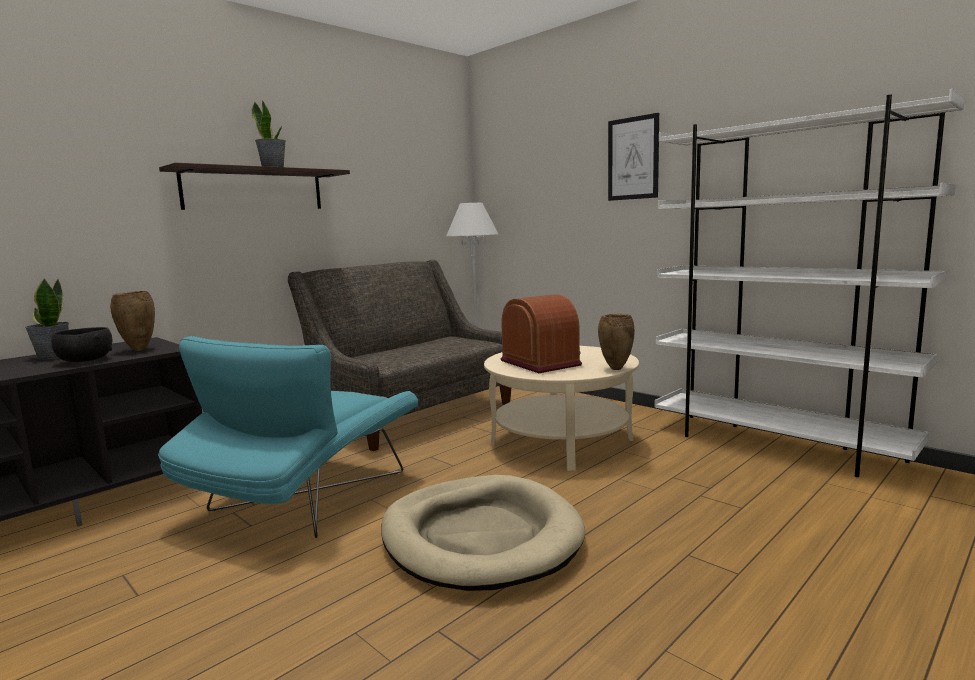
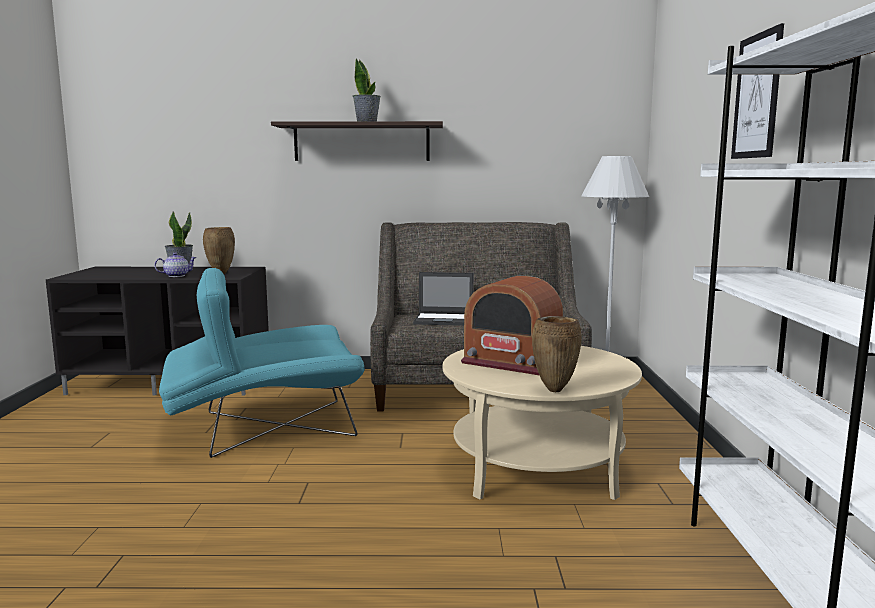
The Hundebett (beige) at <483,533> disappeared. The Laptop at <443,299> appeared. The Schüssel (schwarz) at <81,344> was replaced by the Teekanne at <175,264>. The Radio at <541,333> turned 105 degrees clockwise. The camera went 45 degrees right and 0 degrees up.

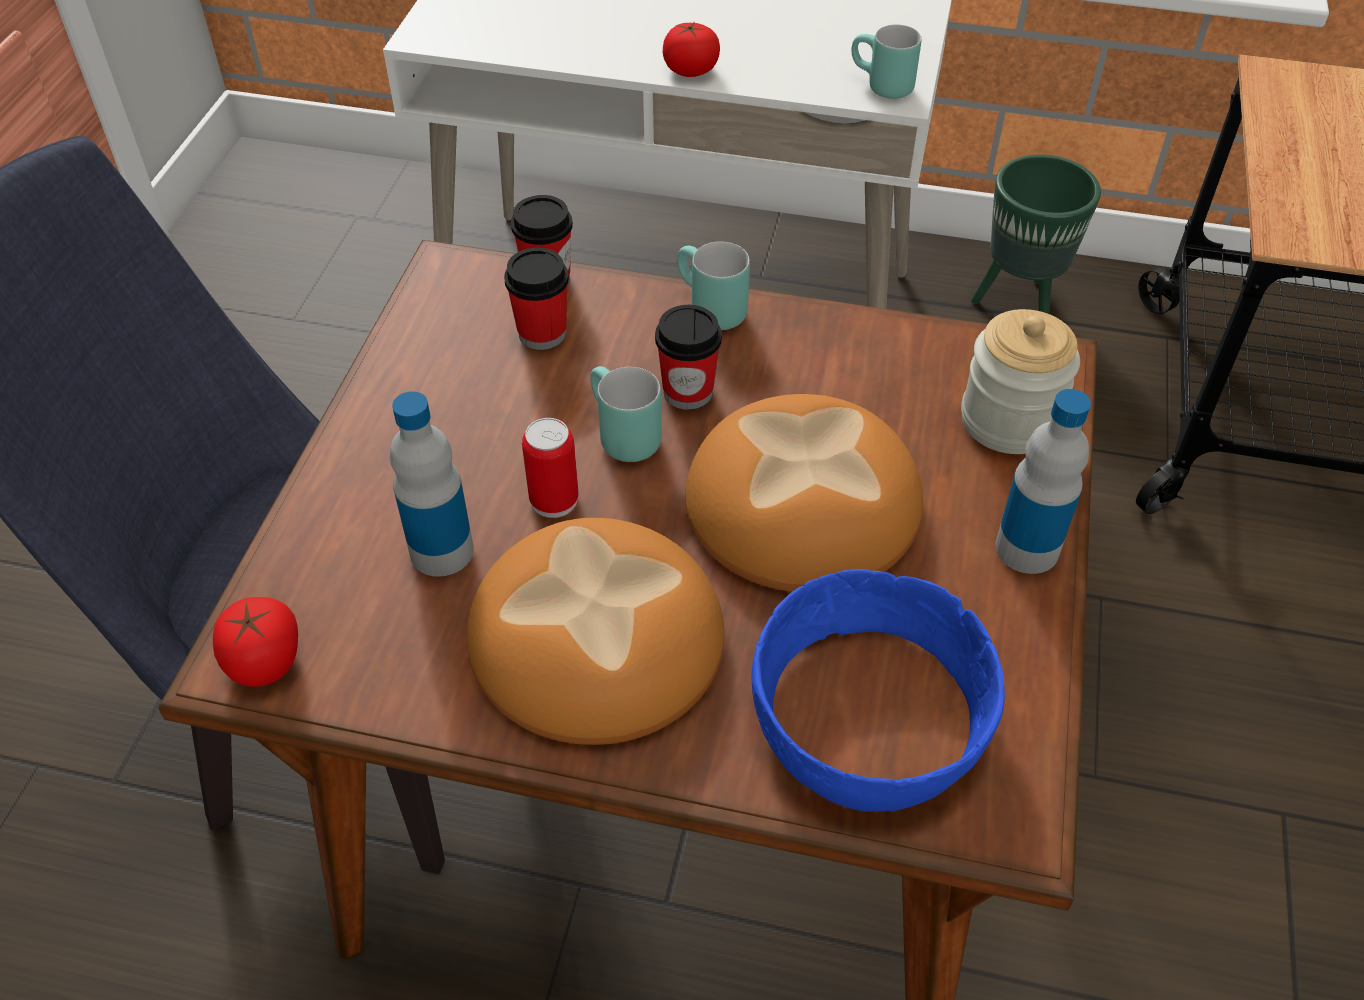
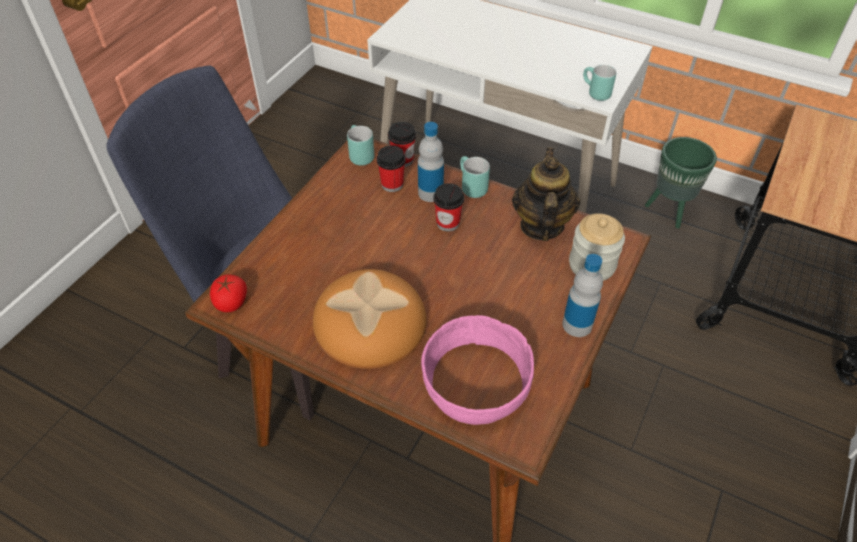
The Dose at <550,468> disappeared. The Tomate at <691,49> disappeared. The Brot at <804,493> disappeared. The Teekanne at <546,194> appeared. The Flasche moved from <432,484> to <431,162>. The Henkelbecher (türkis) moved from <626,414> to <360,145>. The Schüssel (blau) at <878,690> became the Schüssel (rosa) at <477,370>. The camera went 15 degrees right and 0 degrees up.

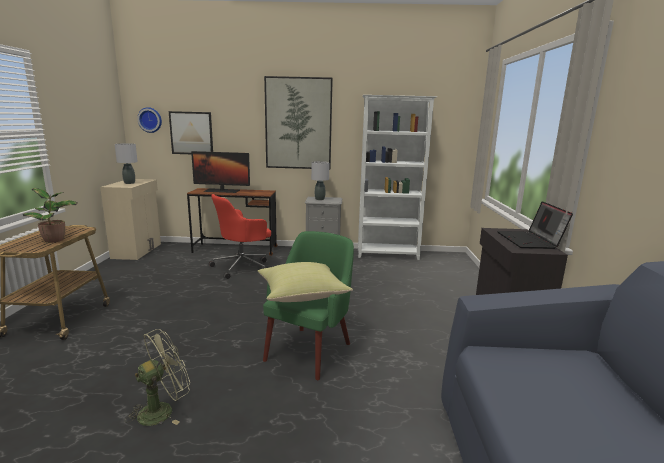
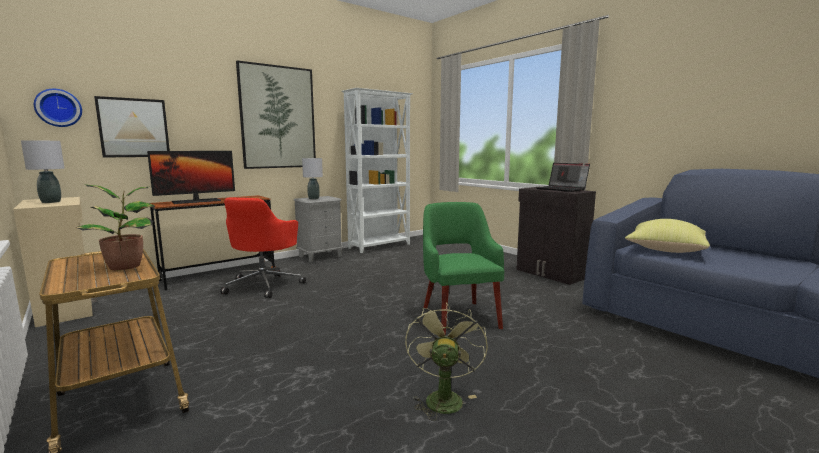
The Kissen (gelb) moved from <305,282> to <667,236>. The camera went 40 degrees left and 5 degrees down.

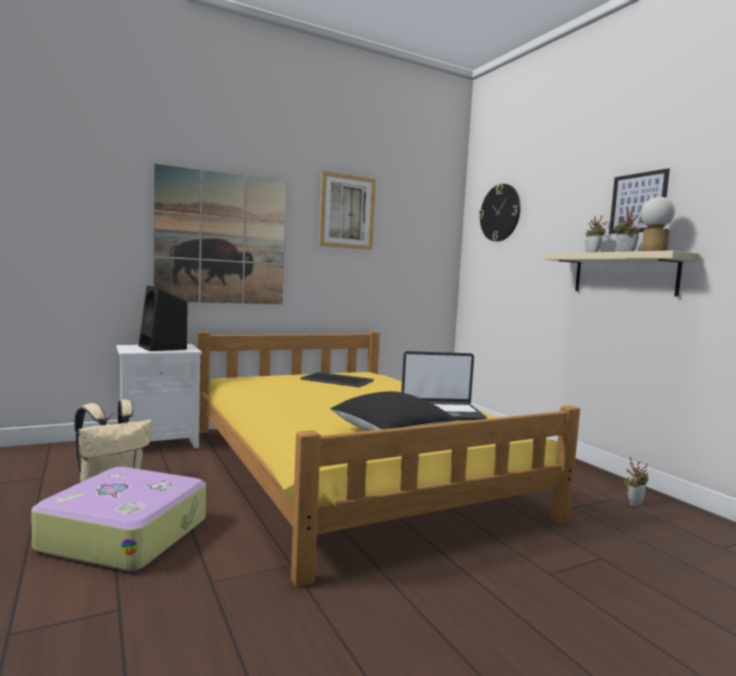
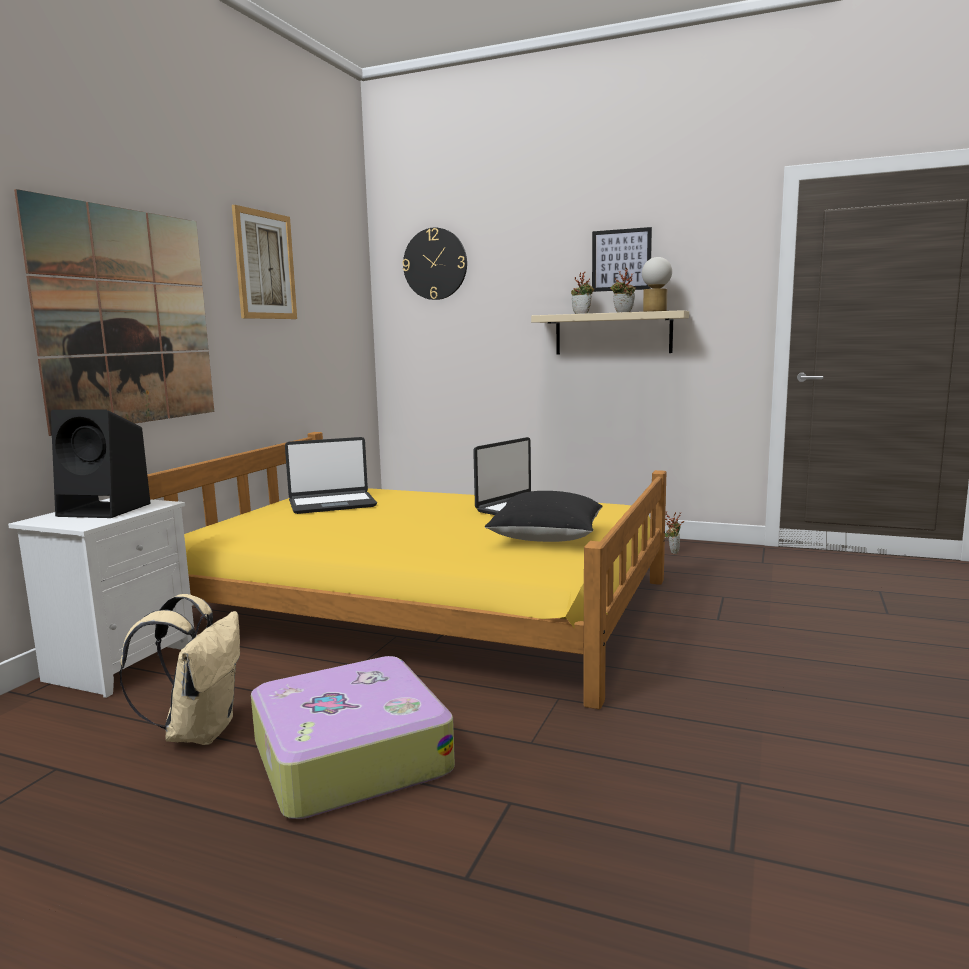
The Tablett at <337,379> was replaced by the Laptop at <331,475>. The camera went 40 degrees left and 5 degrees up.

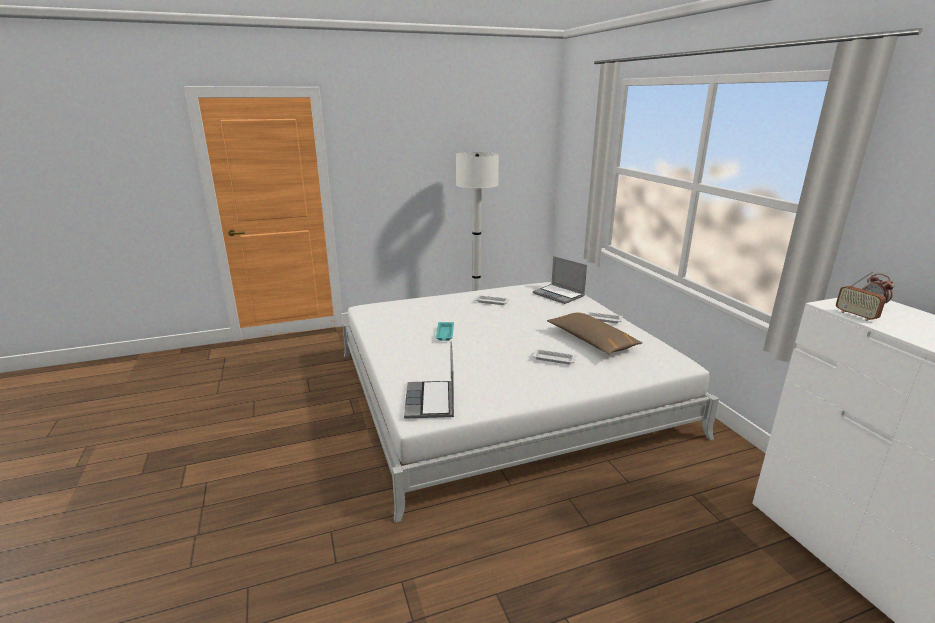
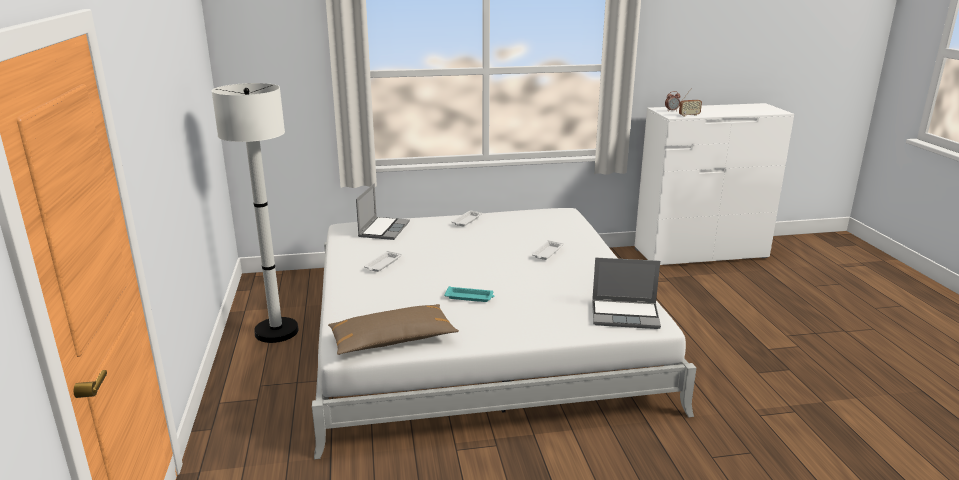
The Kissen (braun) moved from <595,333> to <393,329>. The Laptop at <560,280> turned 45 degrees counterclockwise. The camera went 80 degrees left and 0 degrees up.

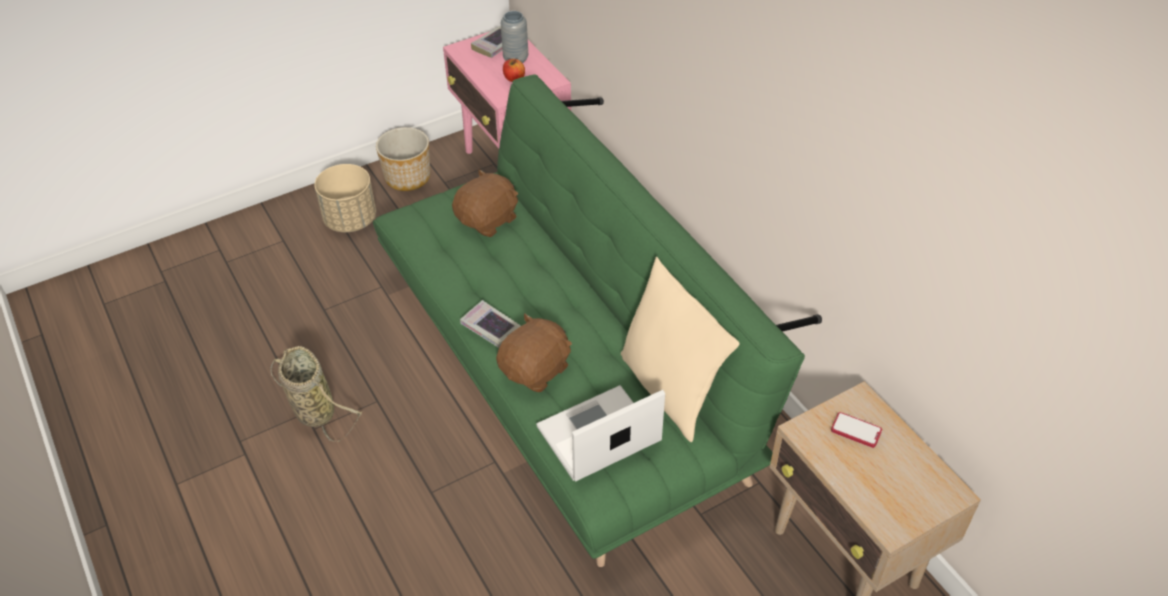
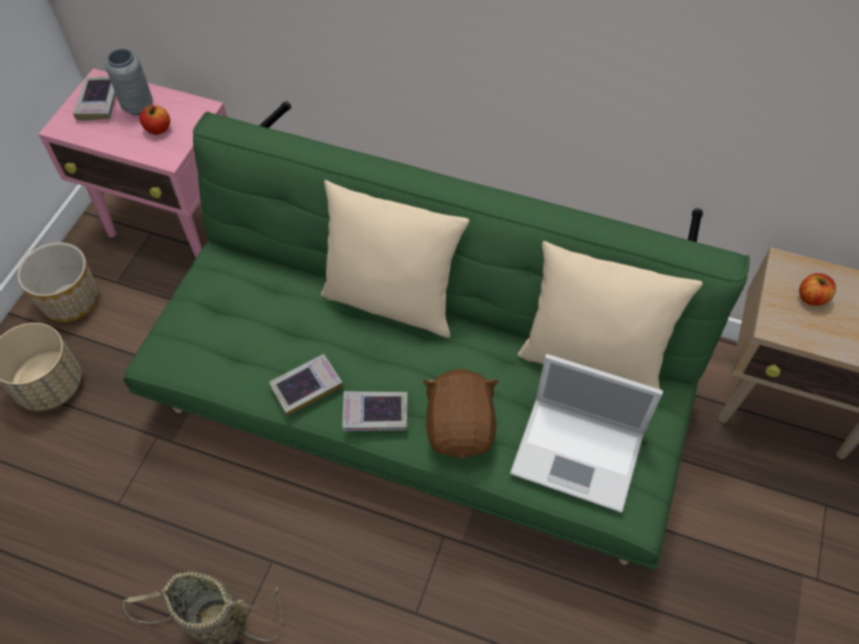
The Plüschtier (braun) at <485,203> disappeared. The Buch at <306,385> appeared. The Kissen (beige) at <395,259> appeared. The Handy at <856,430> was replaced by the Apfel at <817,289>. The Laptop at <600,433> turned 90 degrees counterclockwise. The camera went 40 degrees left and 10 degrees up.

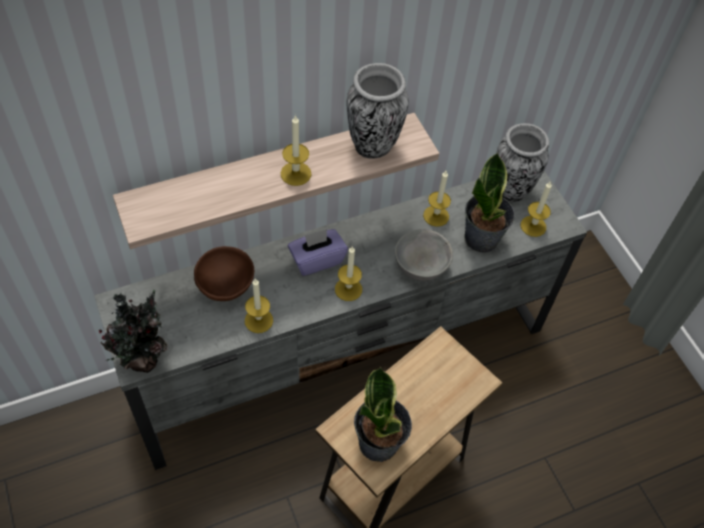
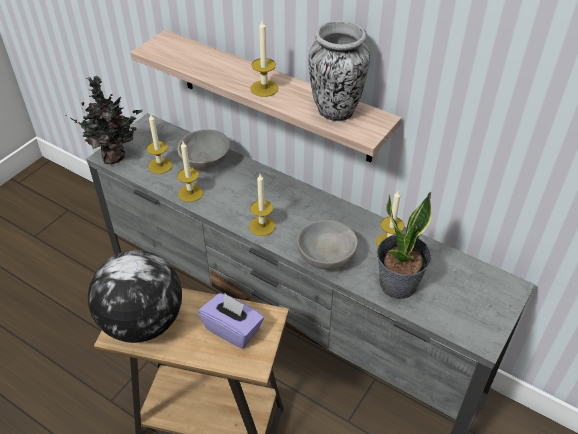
The Vase at <523,162> disappeared. The Taschentuchbox (lila) moved from <318,252> to <231,321>. The Kerze moved from <536,209> to <159,143>. The Topfpflanze at <383,414> was replaced by the Globus at <135,296>. The Schüssel (braun) at <224,273> became the Schüssel (grau) at <203,150>. The camera went 60 degrees right and 10 degrees down.

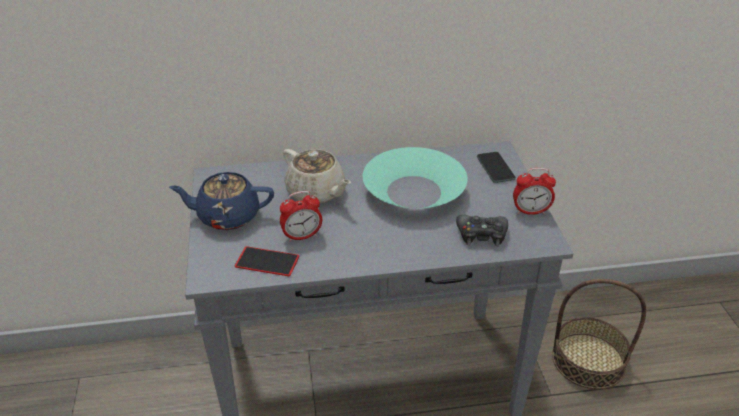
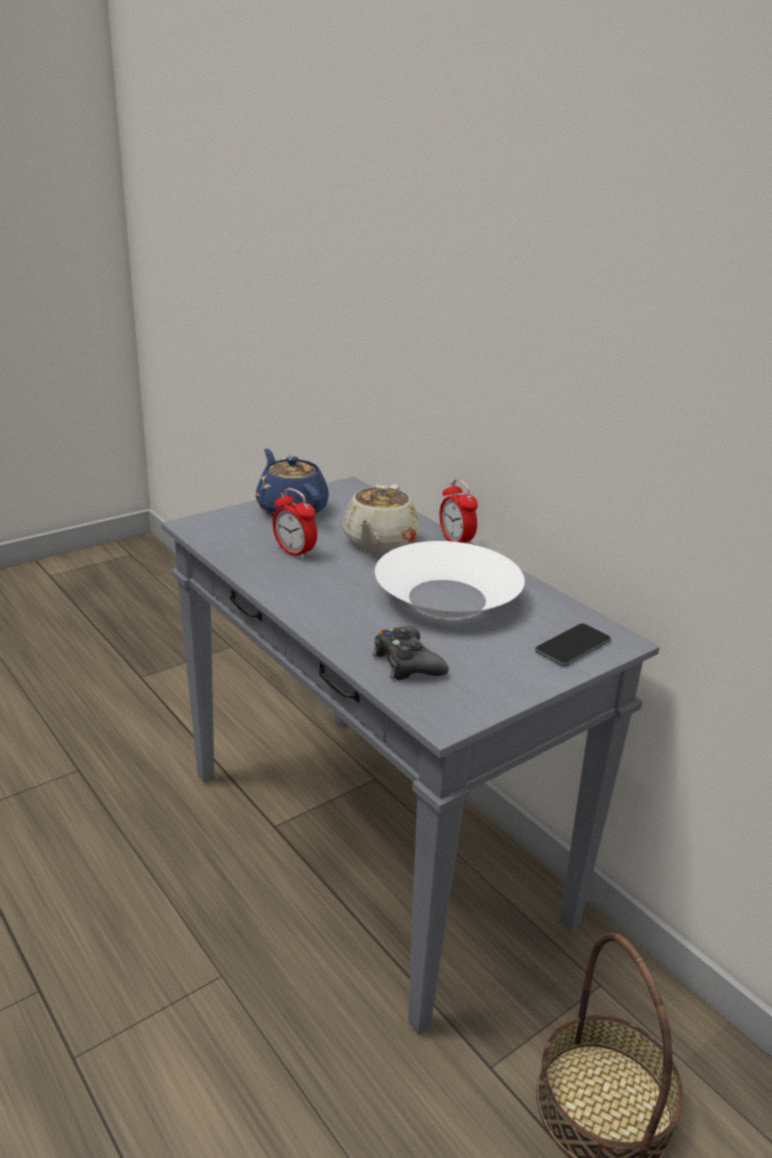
The Handy at <267,261> disappeared. The Wecker moved from <534,191> to <458,511>. The Schüssel (türkis) at <415,177> became the Schüssel (weiß) at <450,579>. The camera went 60 degrees right and 10 degrees down.

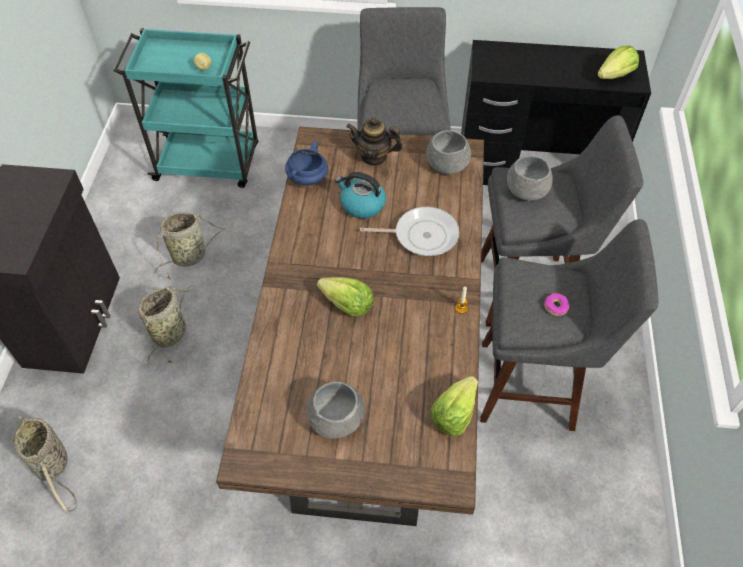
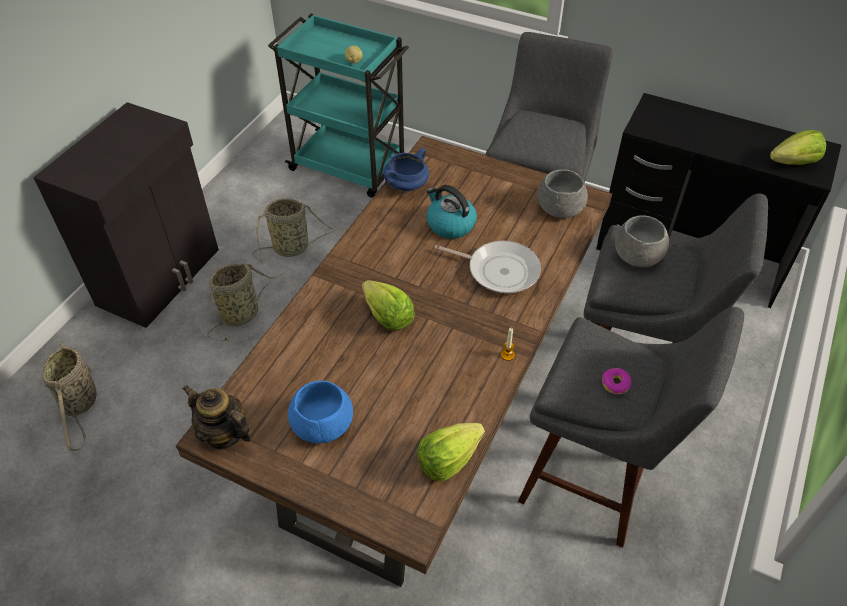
The Teekanne moved from <374,141> to <217,417>. The Schüssel (grau) at <336,410> became the Schüssel (blau) at <320,412>. The camera went 20 degrees right and 5 degrees down.

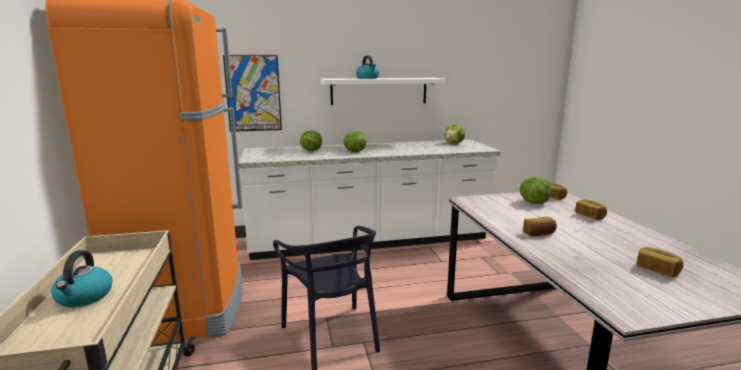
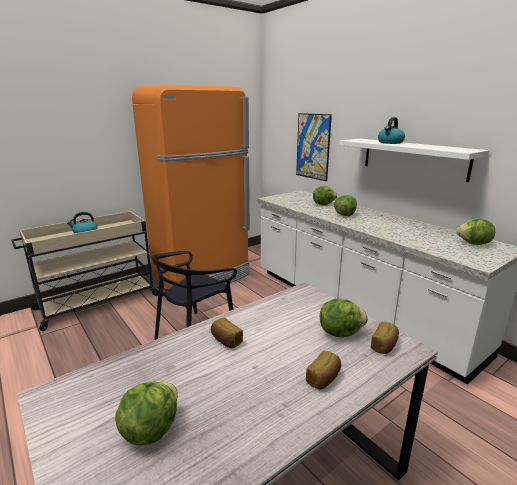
The Brot at <660,262> was replaced by the Salatkopf at <146,413>. The camera went 65 degrees right and 5 degrees up.

